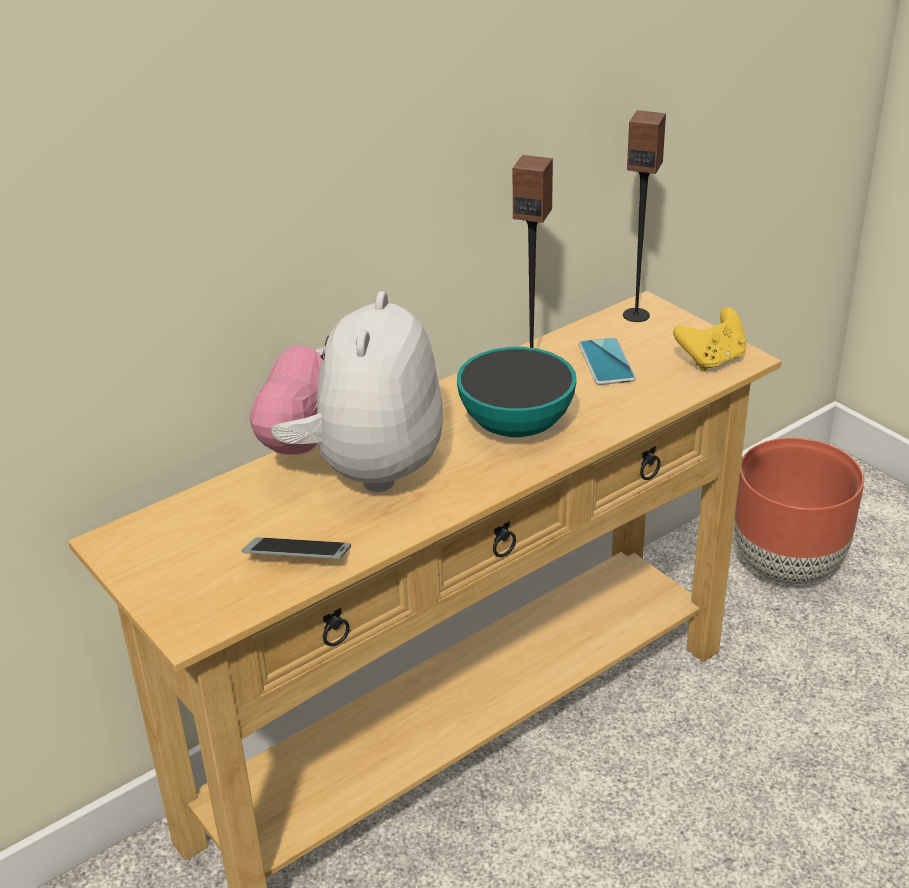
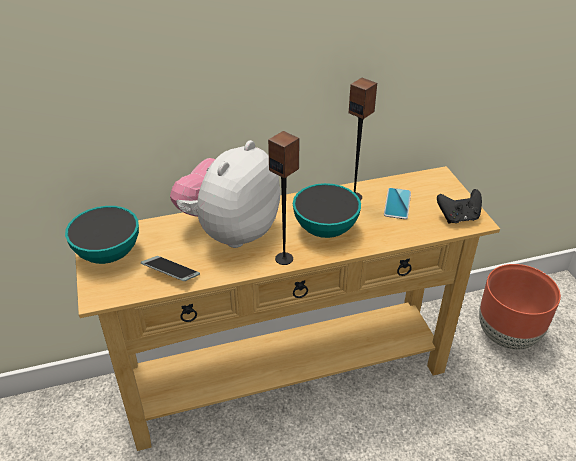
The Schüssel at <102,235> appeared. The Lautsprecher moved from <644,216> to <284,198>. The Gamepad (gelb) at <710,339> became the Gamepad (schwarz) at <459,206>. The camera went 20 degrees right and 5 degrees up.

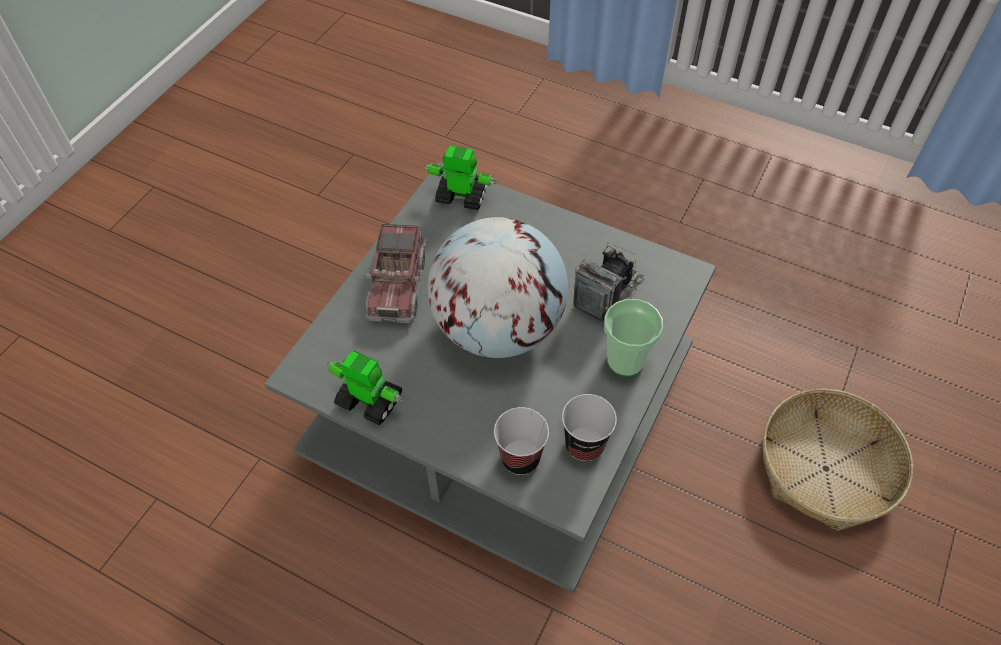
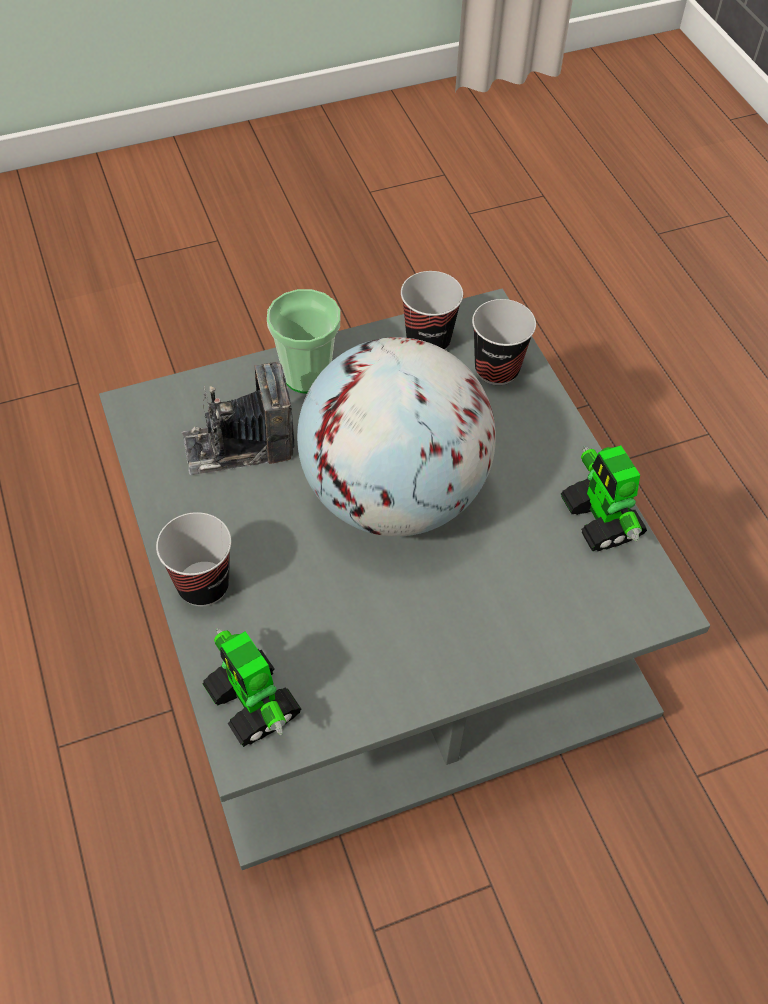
The Spielzeuglaster at <395,273> disappeared. The Korb at <837,459> disappeared. The Tasse at <193,559> appeared. The camera went 140 degrees left and 0 degrees up.

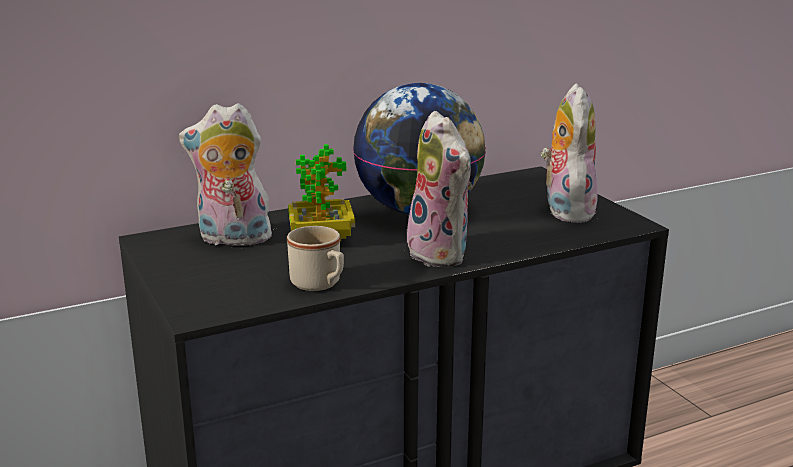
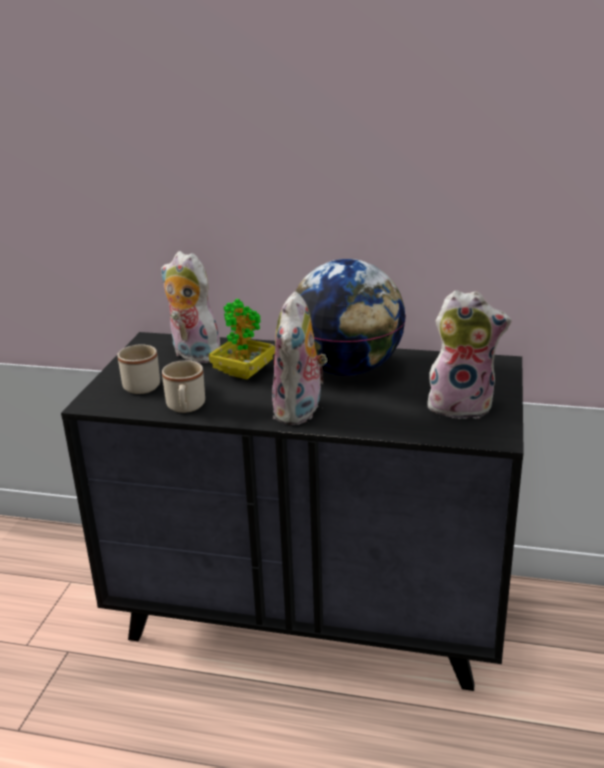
The Henkelbecher (beige) at <138,369> appeared. The Plüschtier at <569,153> turned 60 degrees clockwise. The camera went 40 degrees right and 5 degrees up.

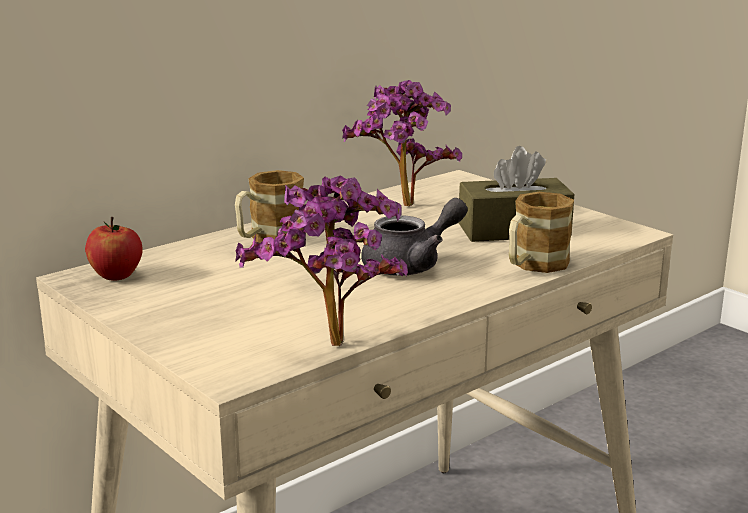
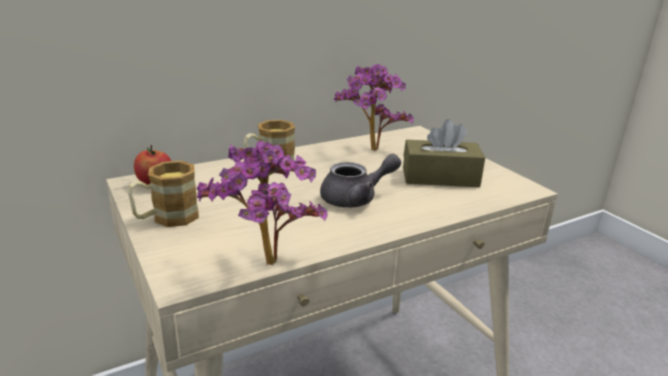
The Henkelbecher moved from <541,232> to <163,194>. The camera went 10 degrees right and 5 degrees up.

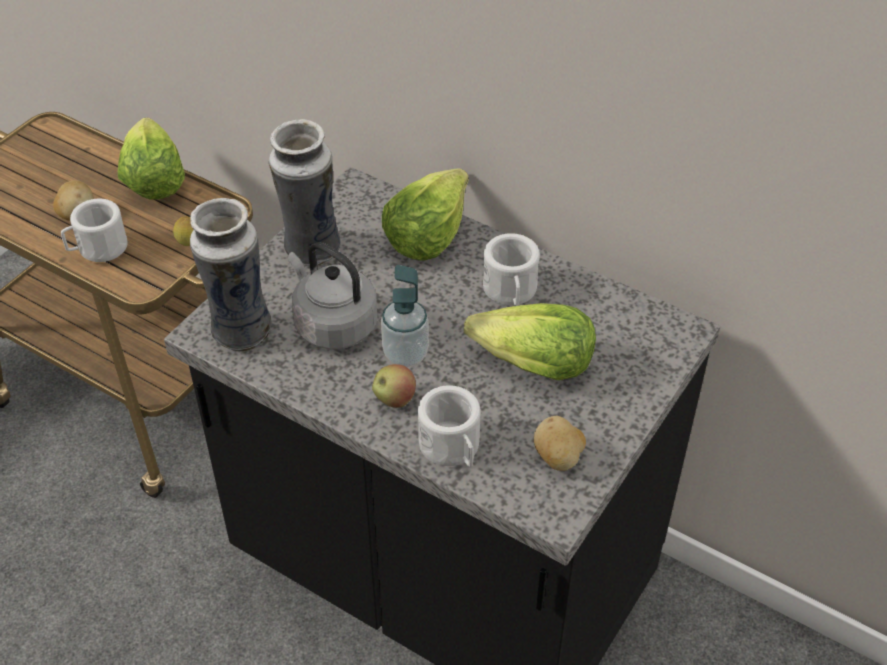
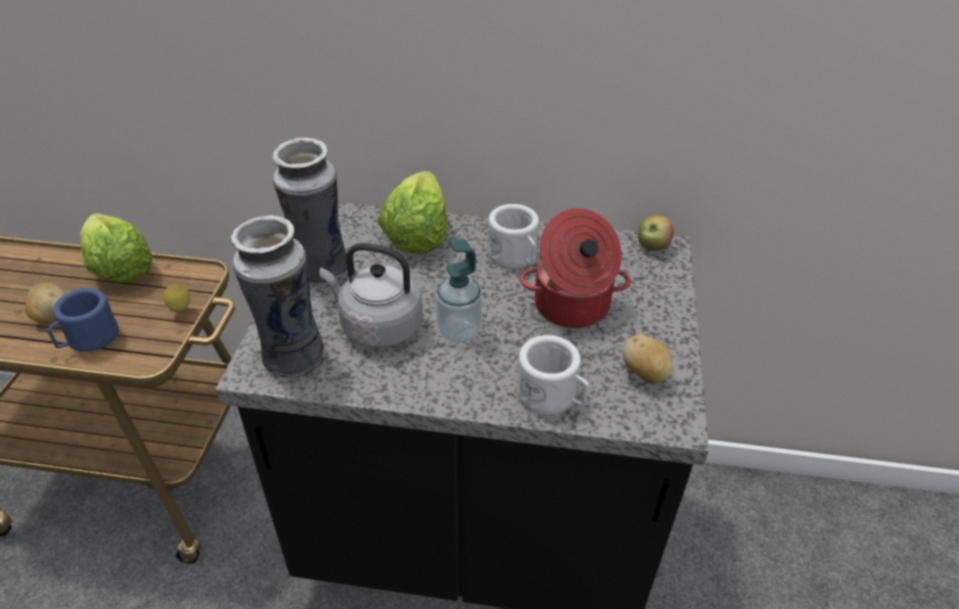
The Apfel moved from <394,386> to <656,233>. The Salatkopf at <530,341> was replaced by the Kochtopf at <575,268>. The Henkelbecher (weiß) at <94,230> became the Henkelbecher (blau) at <83,320>. The camera went 25 degrees left and 5 degrees down.

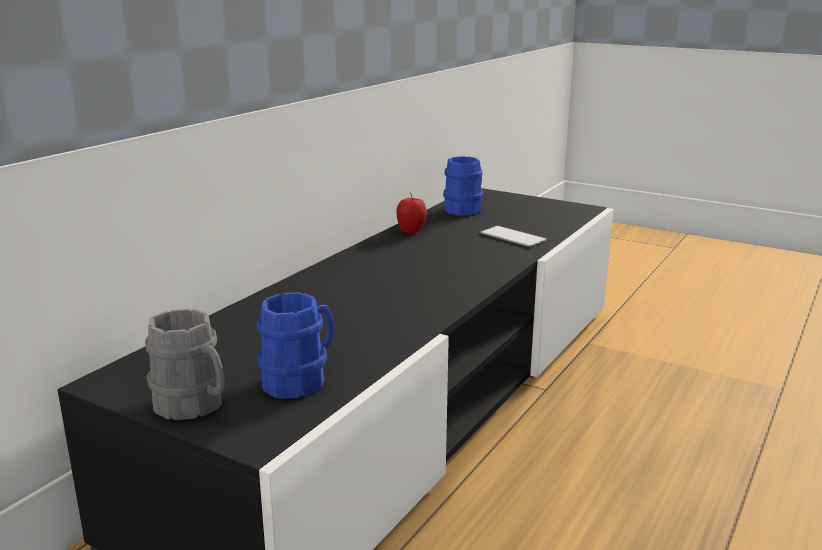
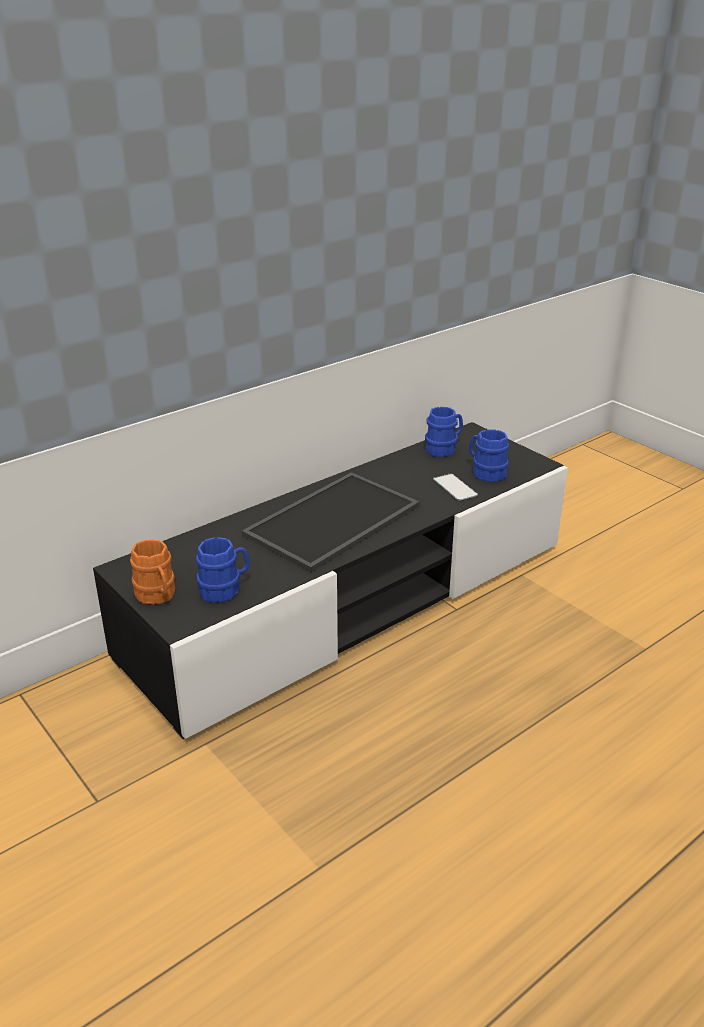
The Apfel at <412,213> disappeared. The Tablett at <331,522> appeared. The Henkelbecher (blau) at <489,455> appeared. The Henkelbecher (grau) at <185,364> became the Henkelbecher (orange) at <152,572>. The camera went 20 degrees right and 10 degrees up.

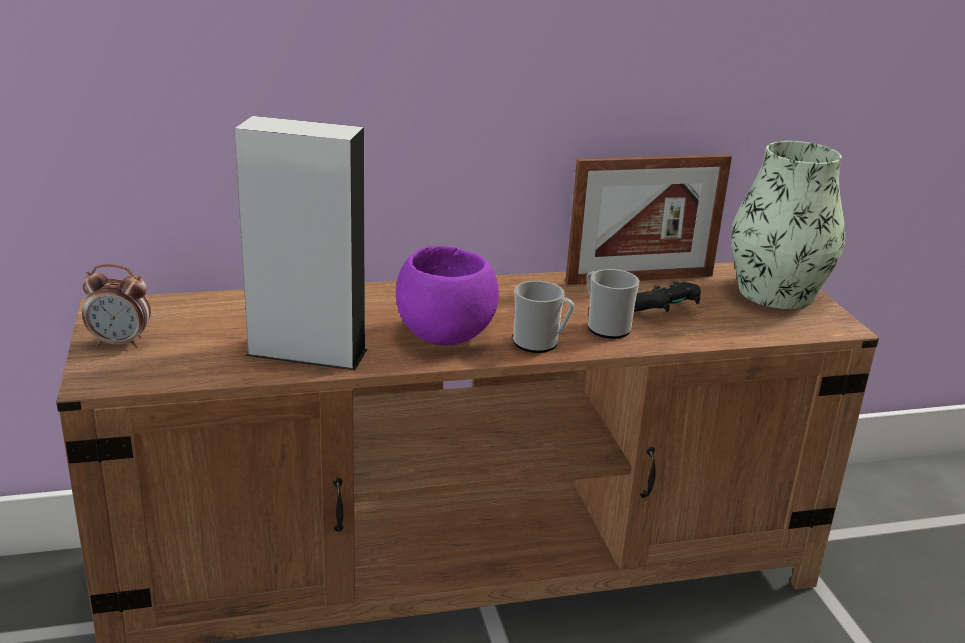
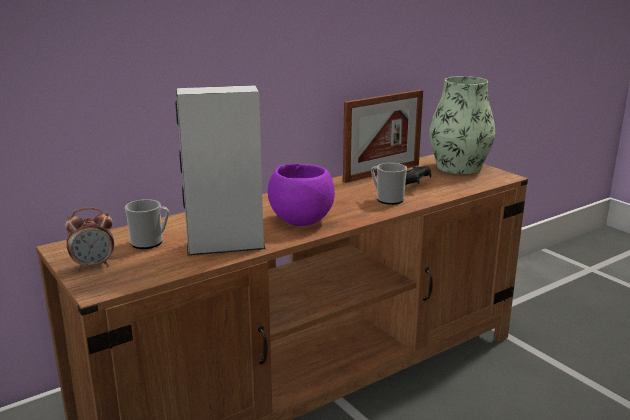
The Henkelbecher moved from <543,317> to <147,224>. The camera went 20 degrees left and 5 degrees down.

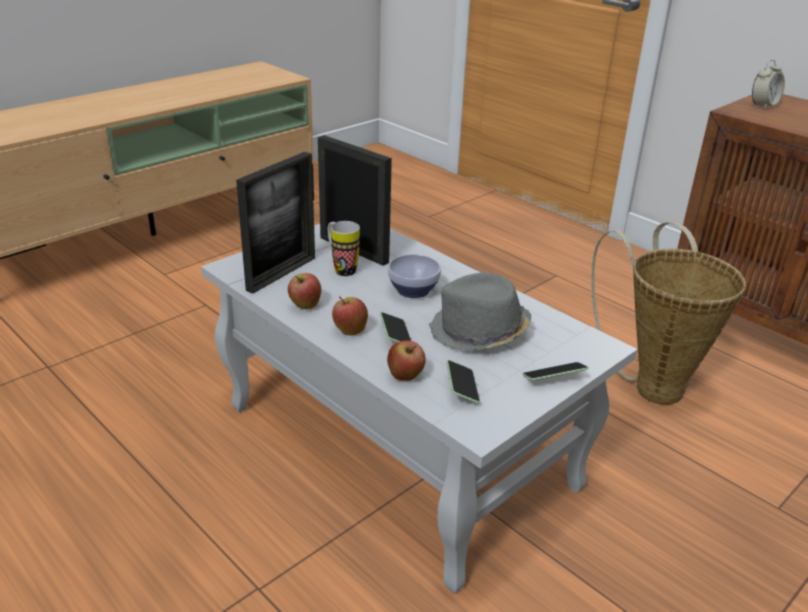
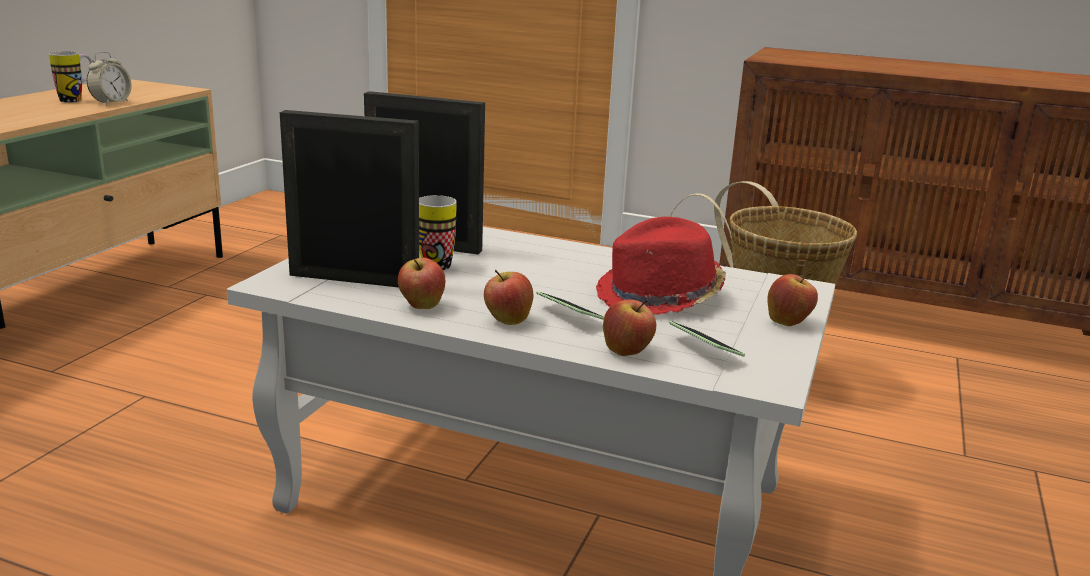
The Schüssel at <414,276> disappeared. The Henkelbecher at <70,77> appeared. The Wecker moved from <768,84> to <109,78>. The Handy at <556,371> was replaced by the Apfel at <792,299>. The Hut (grau) at <480,312> became the Hut (rot) at <661,265>. The Bilderrahmen at <275,223> turned 90 degrees counterclockwise. The camera went 25 degrees left and 10 degrees down.

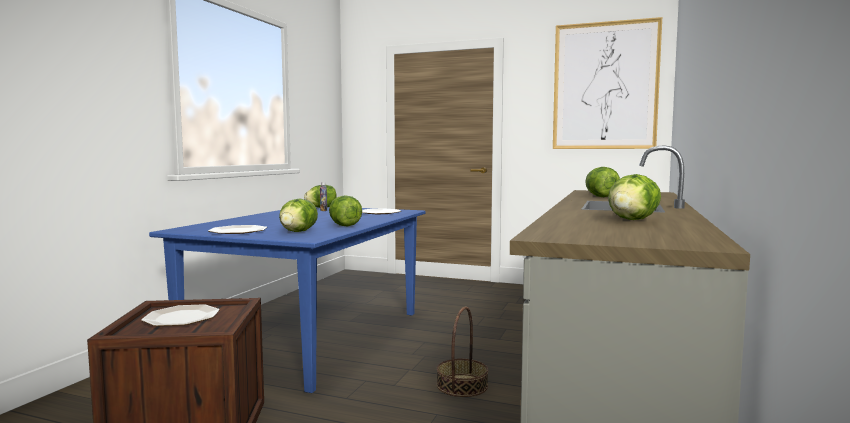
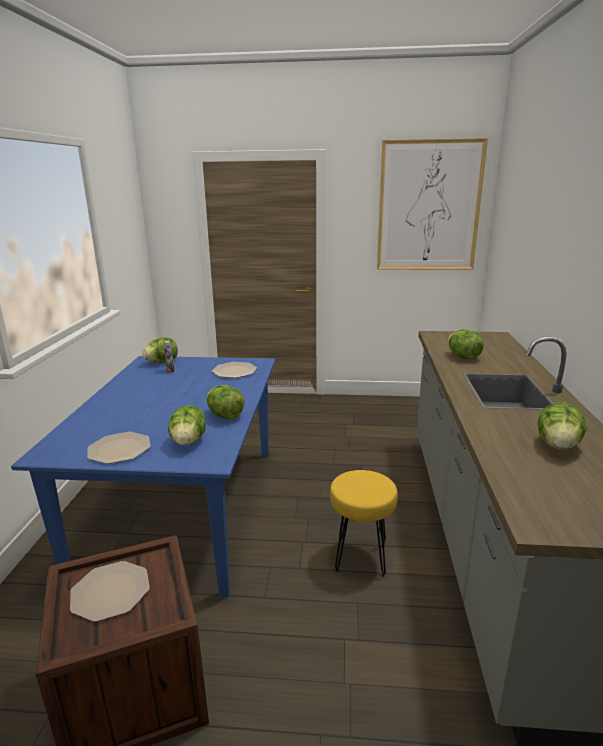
The Korb at <462,352> was replaced by the Hocker (gelb) at <364,523>. The camera went 15 degrees left and 15 degrees up.

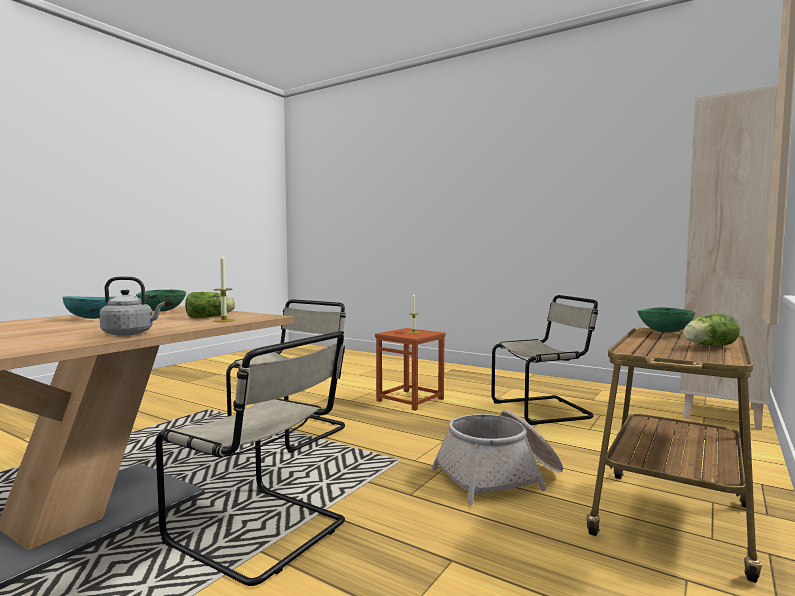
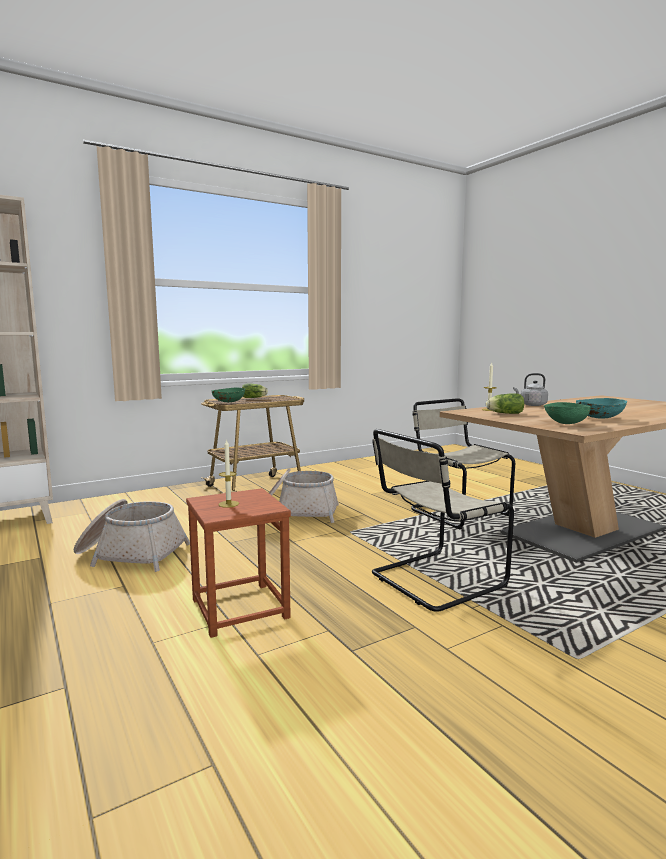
The Stuhl (beige) at <544,360> was replaced by the Korb at <132,535>. The camera went 155 degrees left and 5 degrees up.

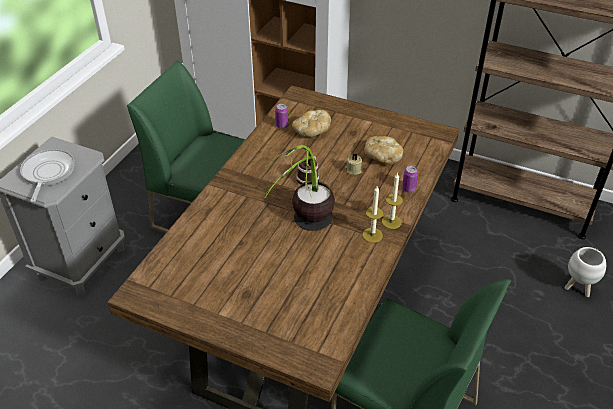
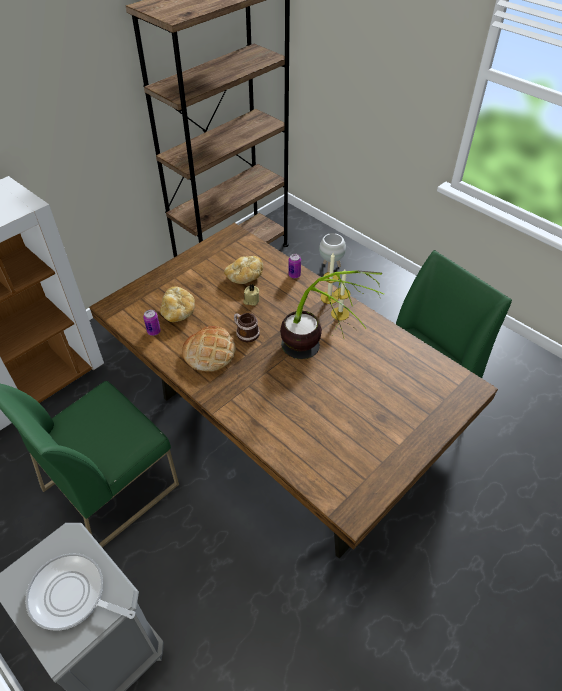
The Brot at <209,349> appeared. The camera went 70 degrees left and 5 degrees up.

